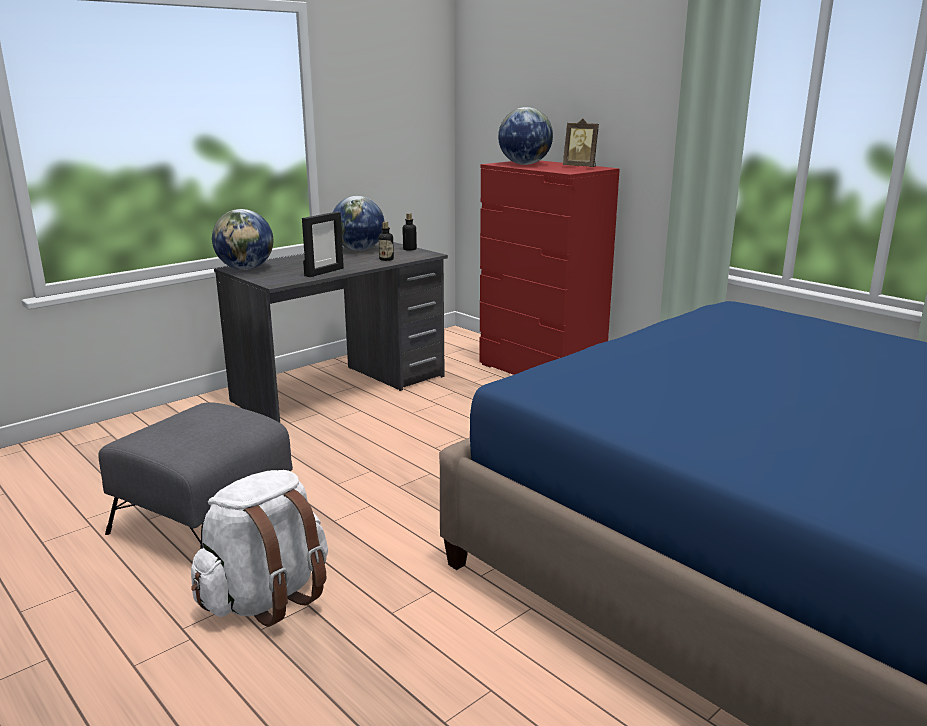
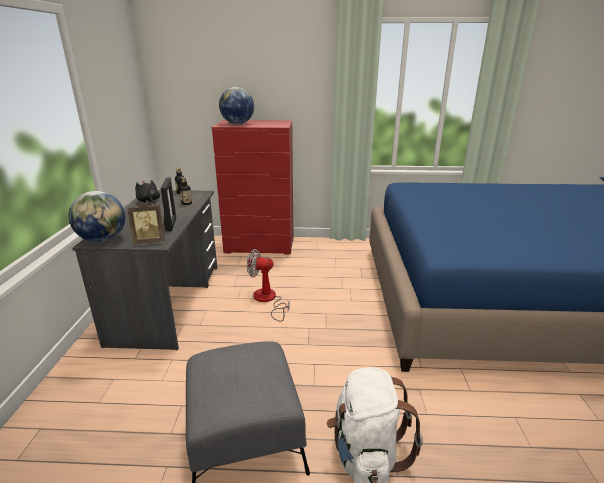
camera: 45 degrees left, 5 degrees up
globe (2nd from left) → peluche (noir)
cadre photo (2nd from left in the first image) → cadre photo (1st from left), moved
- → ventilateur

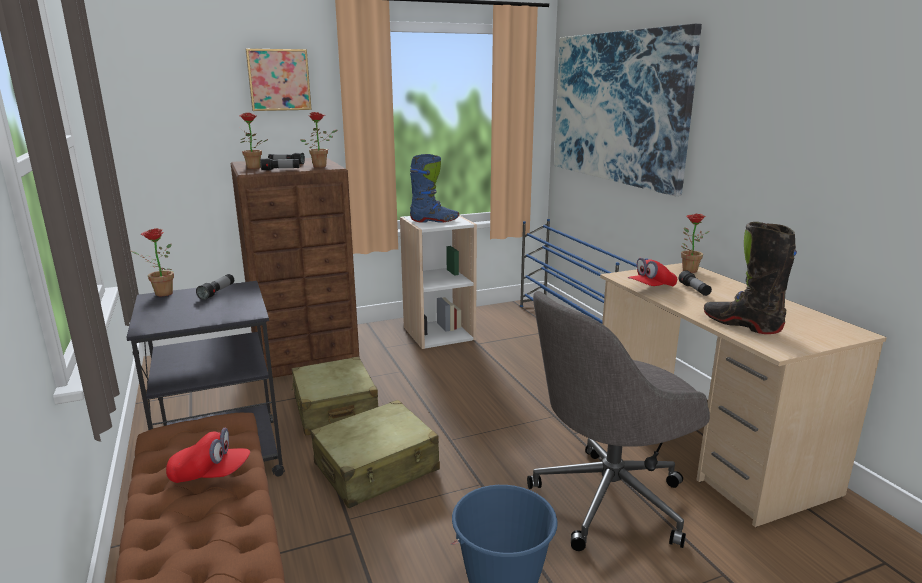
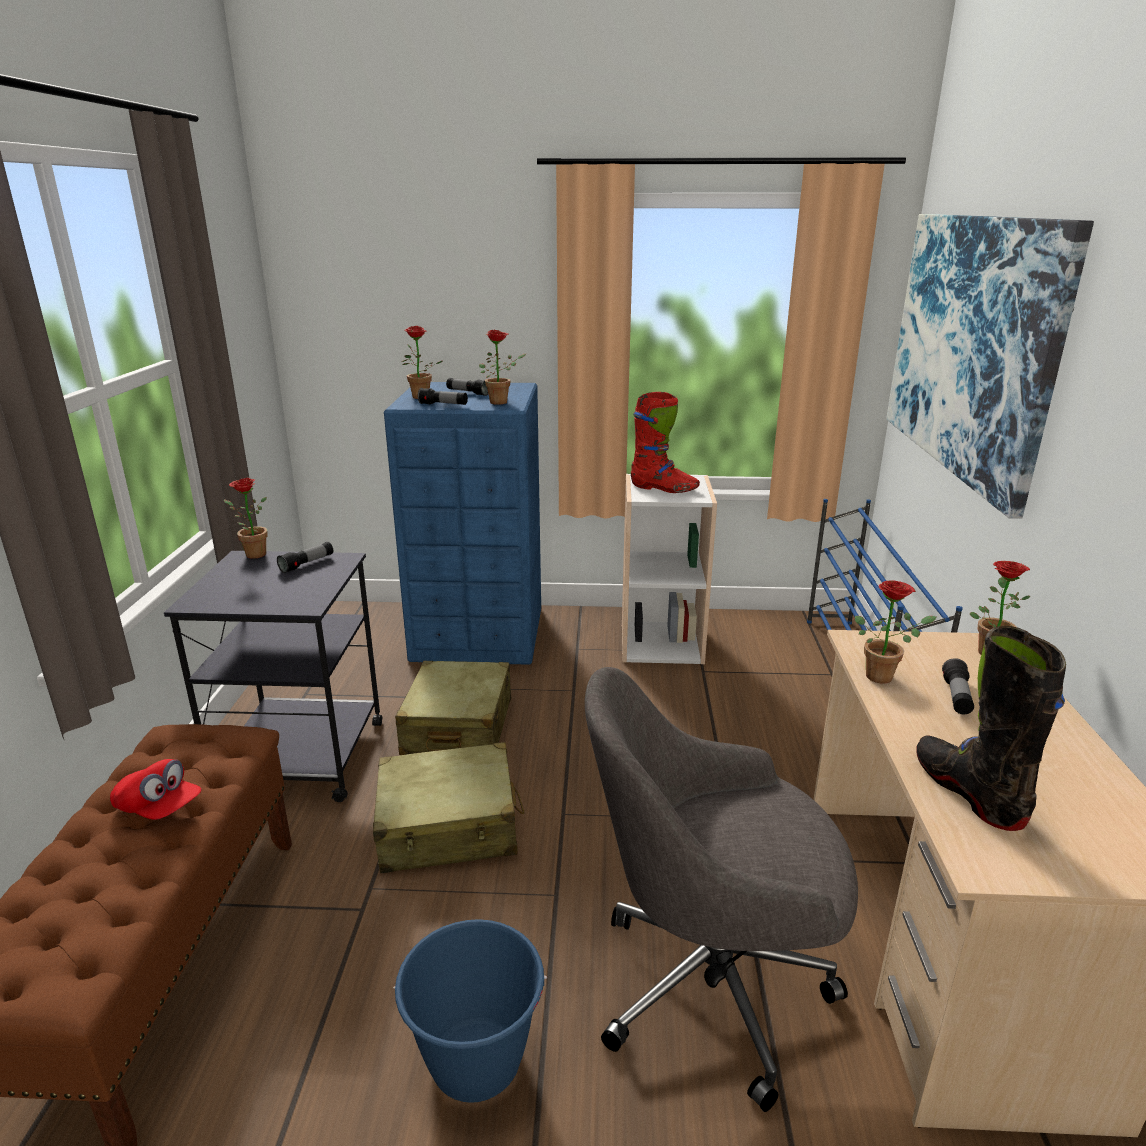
camera: 25 degrees right, 5 degrees up
commode (marron) → commode (bleu)
tableau (1st from left) → -
botte (bleu) → botte (rouge)
casquette (rouge) (2nd from left) → plante en pot (4th from left)

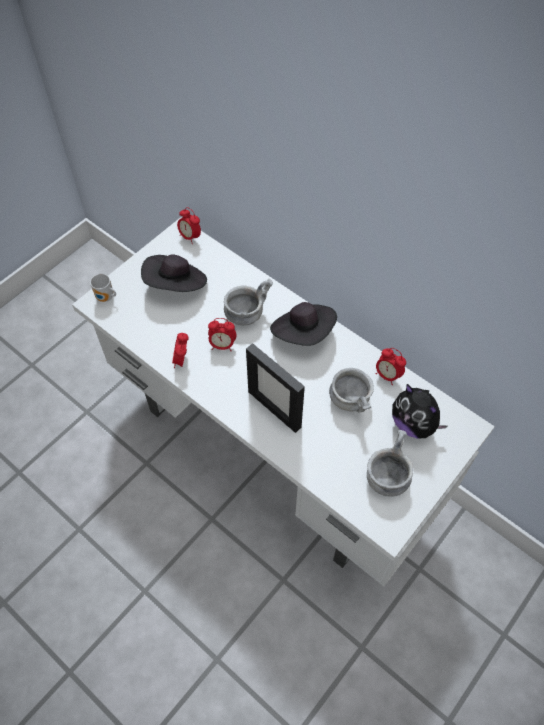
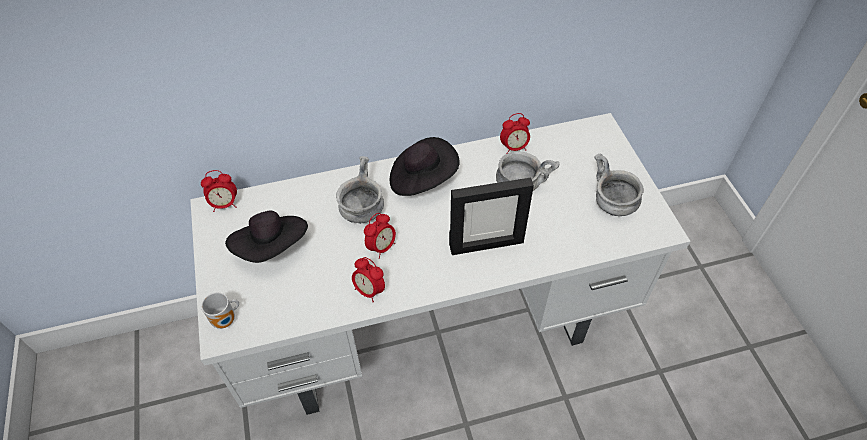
camera: 55 degrees left, 5 degrees down
peluche → -

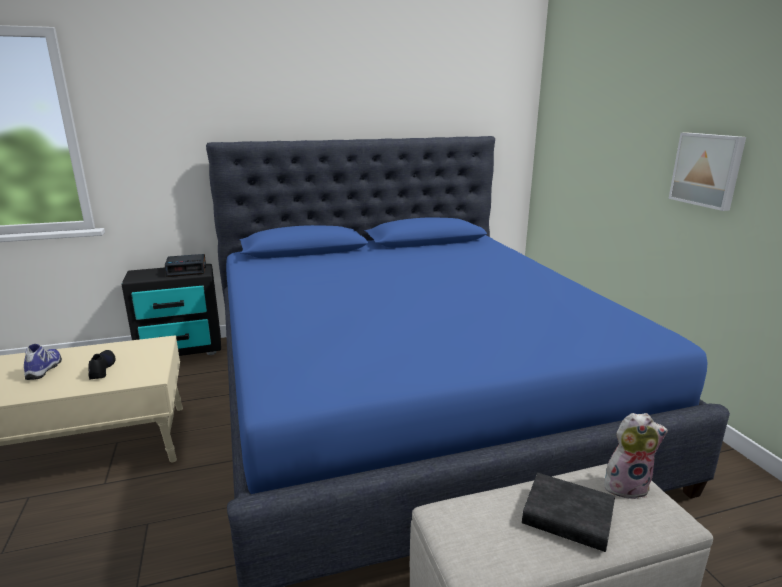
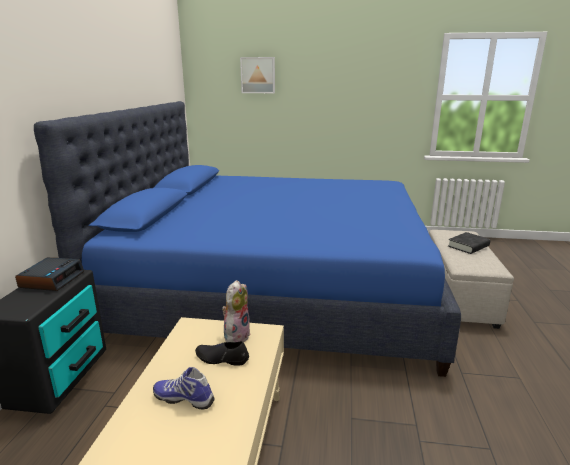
camera: 65 degrees left, 0 degrees up
peluche, moved
tableau, moved

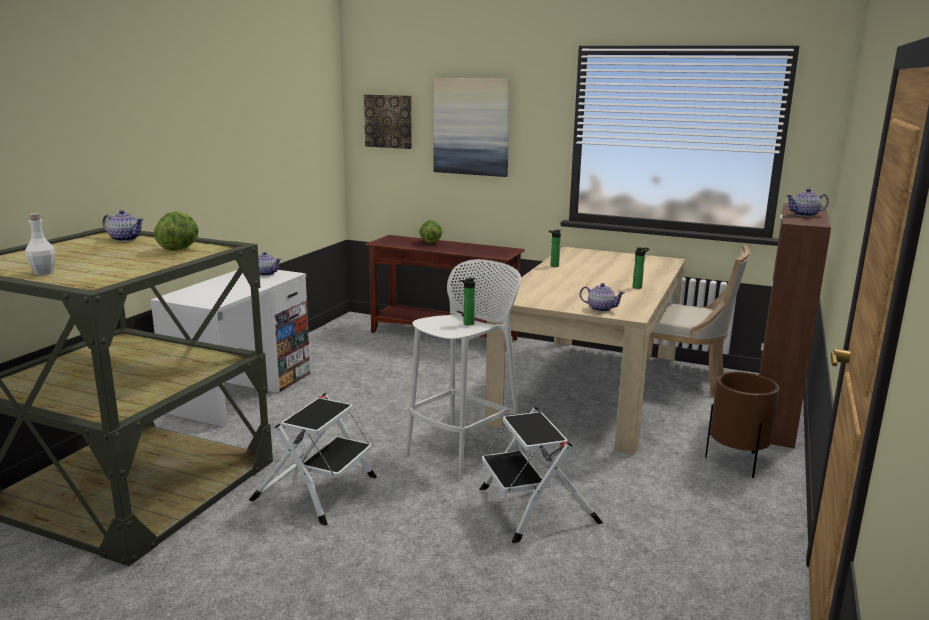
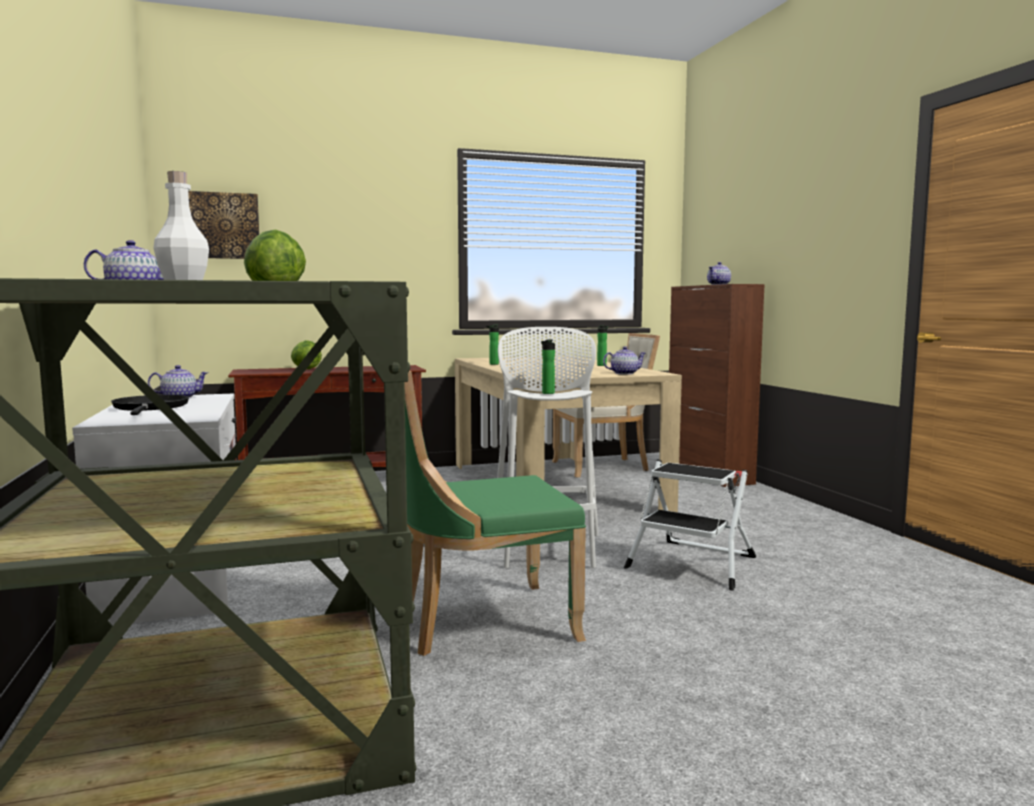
camera: 40 degrees left, 10 degrees down
escabeau (1st from left) → chaise (vert)
tableau (2nd from left) → -
cache-pot (marron) → -
- → poêle (noir)

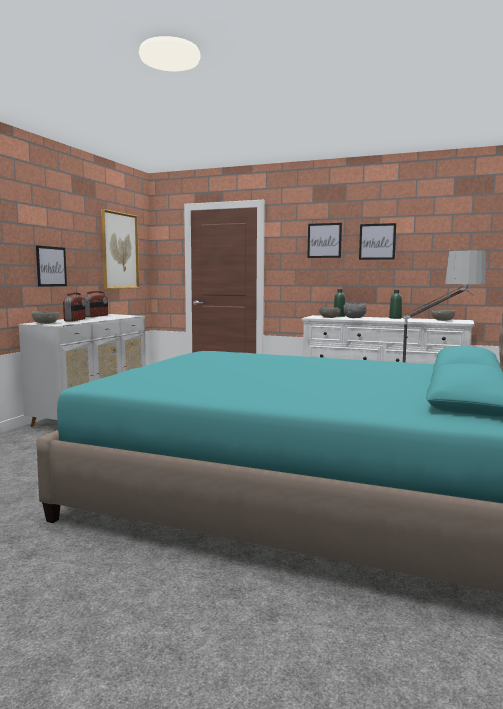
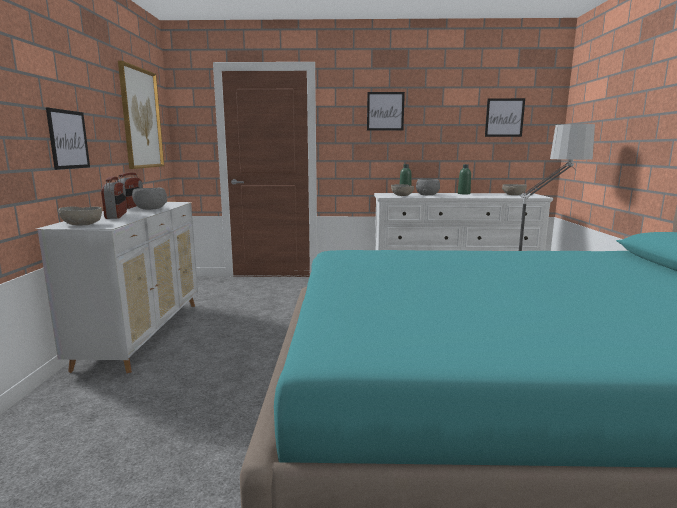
camera: 20 degrees left, 5 degrees up
tableau (4th from left), moved
- → bol (gris) (2nd from left)

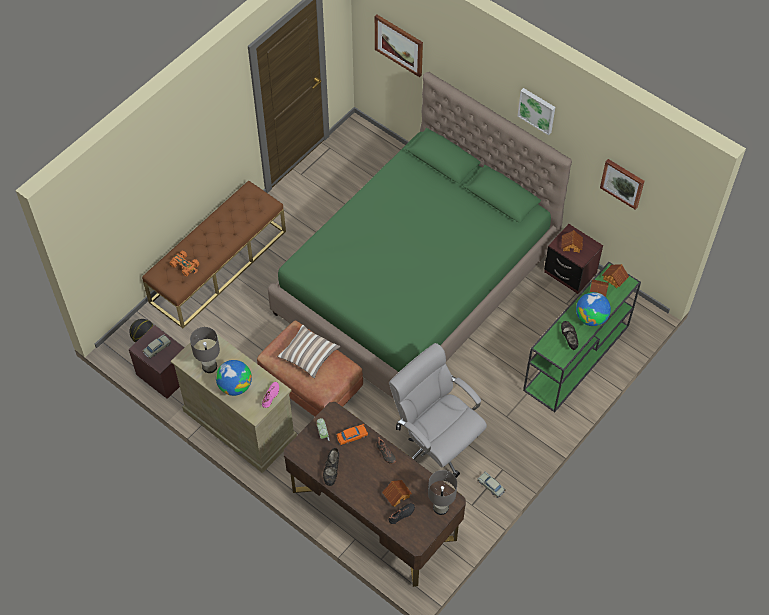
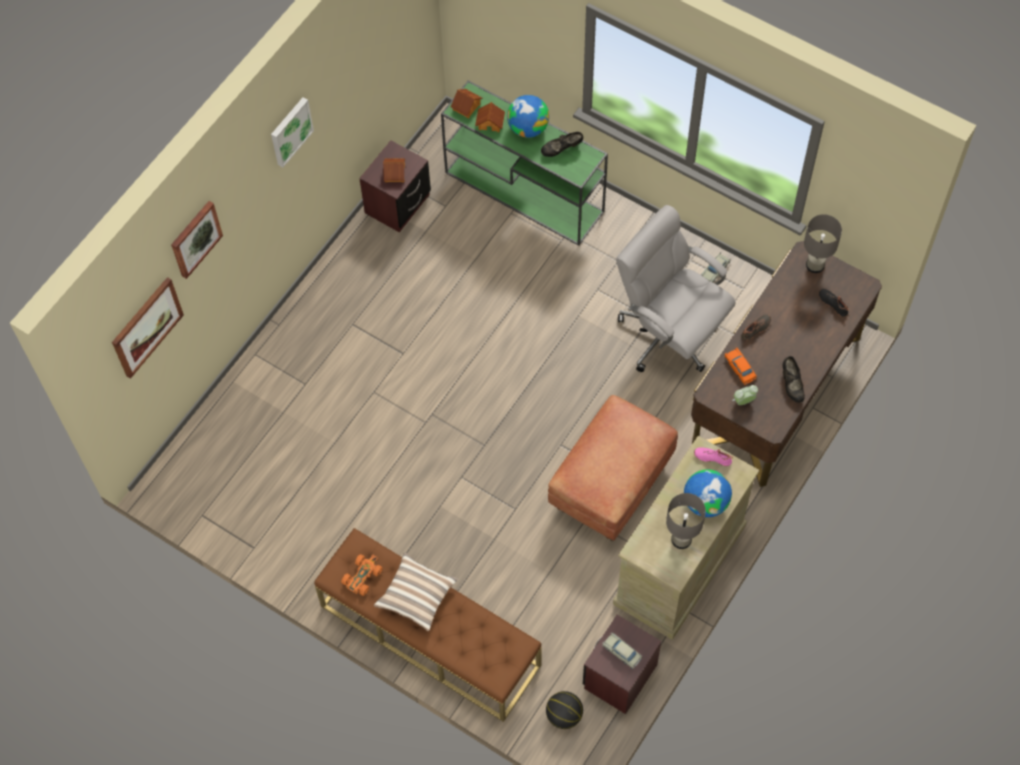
camera: 95 degrees left, 5 degrees up
petite voiture (orange) (1st from left), moved
lit (vert) → -
coussin, moved
chaussure (noir) (1st from left in the first image) → chaussure (noir) (3rd from left), 75 degrees clockwise
maison miniature (1st from left) → -
chaise de bureau (gris), 90 degrees clockwise
tableau (3rd from left in the first image) → tableau (2nd from left), moved

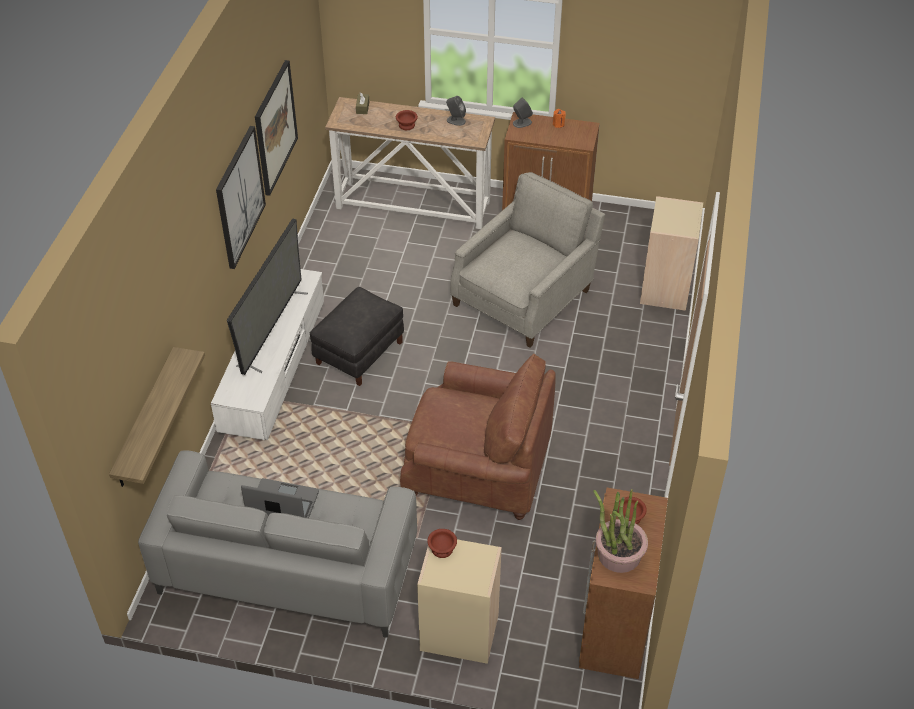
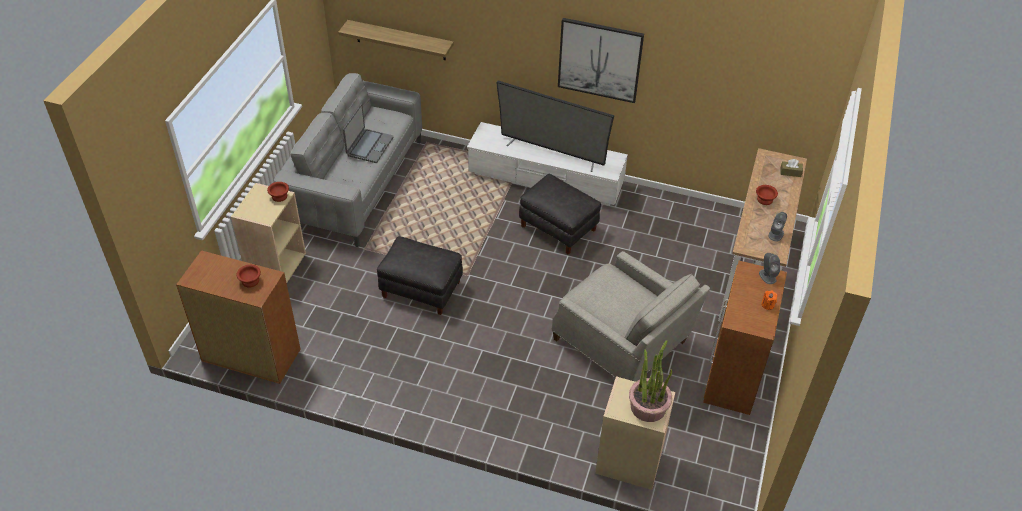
camera: 95 degrees right, 0 degrees up
tableau (2nd from left) → -
fauteuil (marron) → pouf (noir) (1st from left)
plante en pot, moved

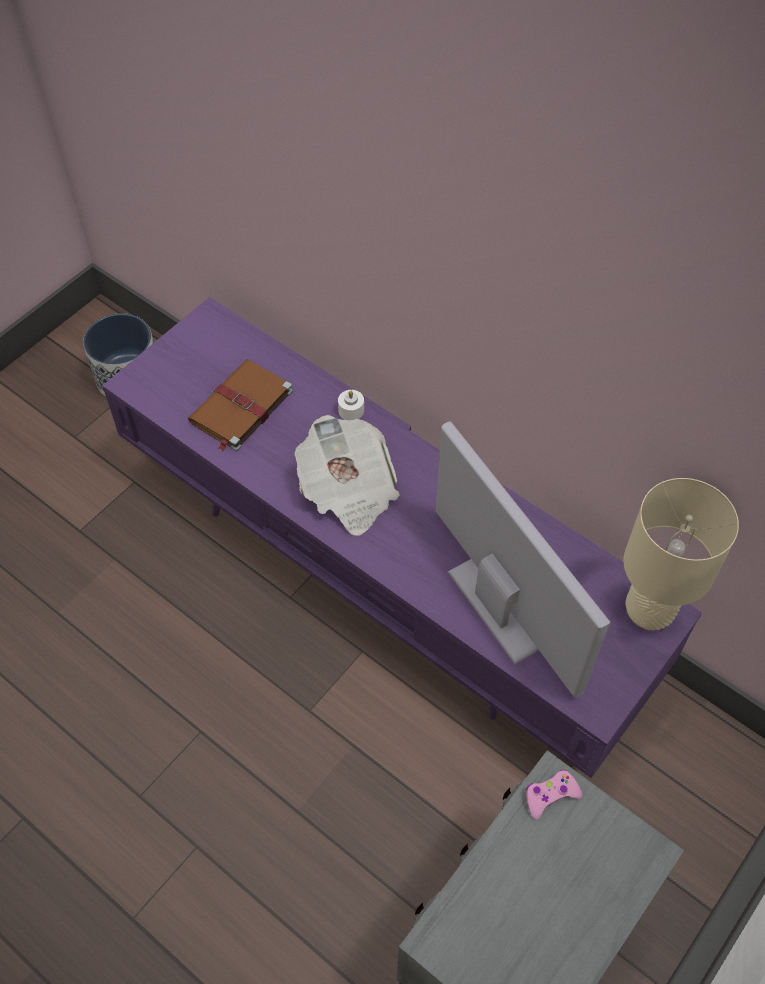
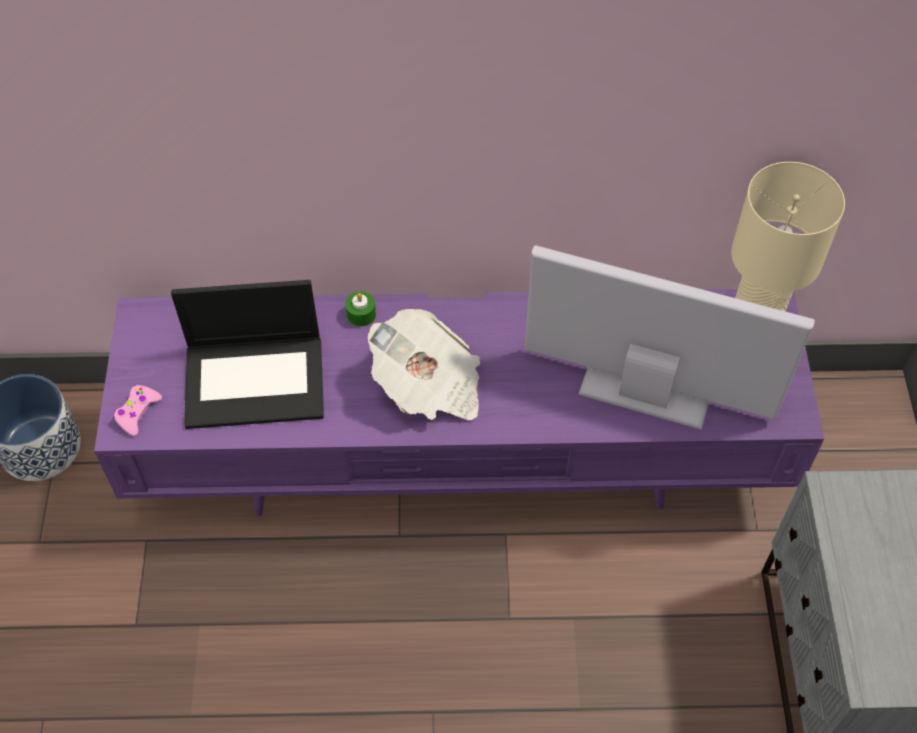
camera: 40 degrees left, 0 degrees up
livre (marron) → ordinateur portable
bougie (blanc) → bougie (vert)
manette (rose), moved

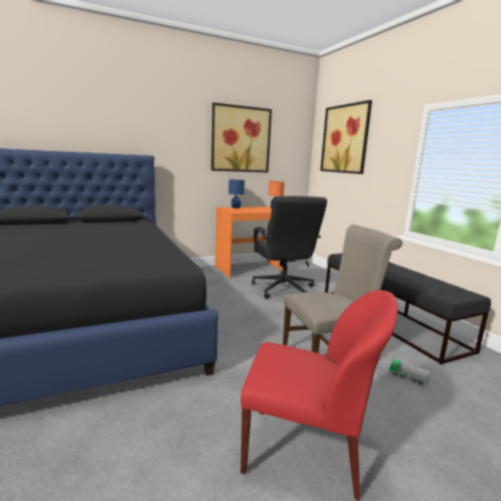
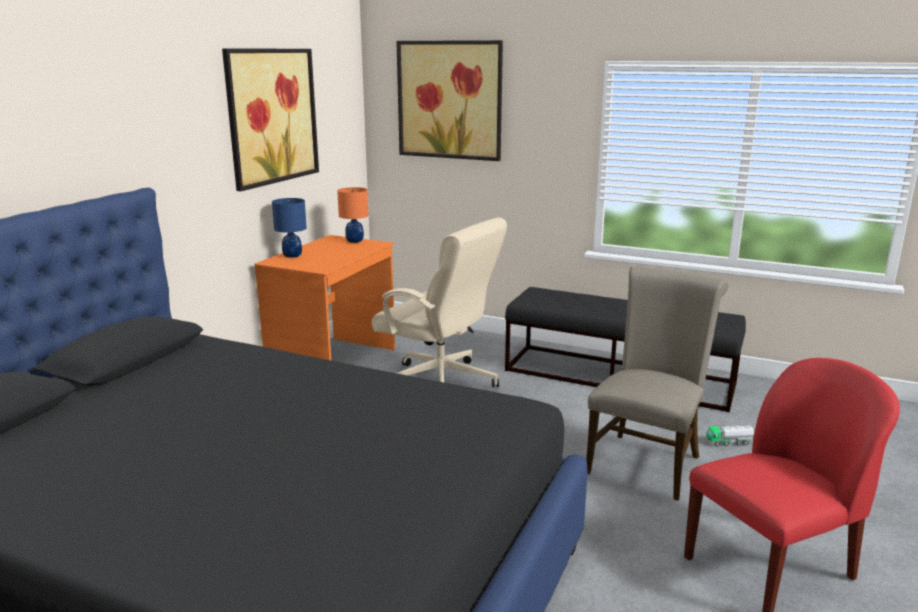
camera: 40 degrees left, 5 degrees up
chaise de bureau (noir) → chaise de bureau (beige)

